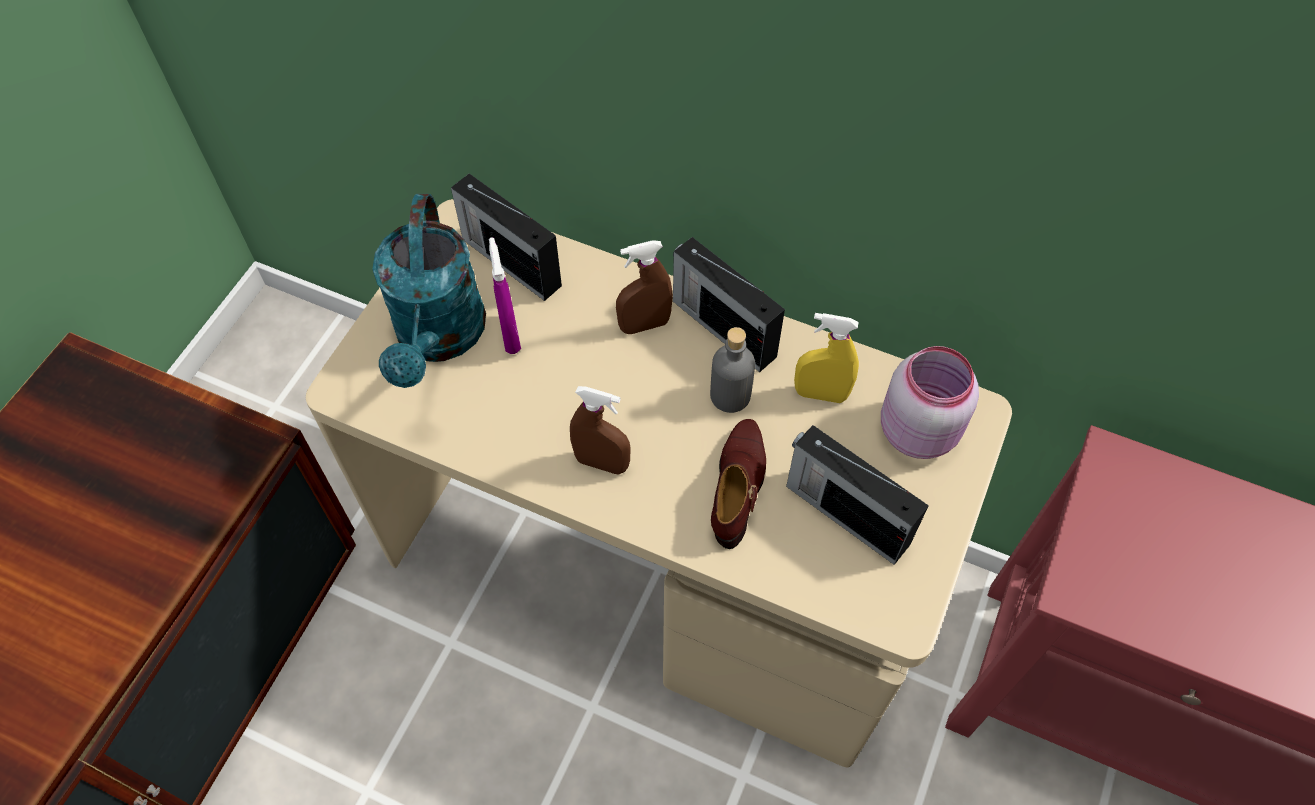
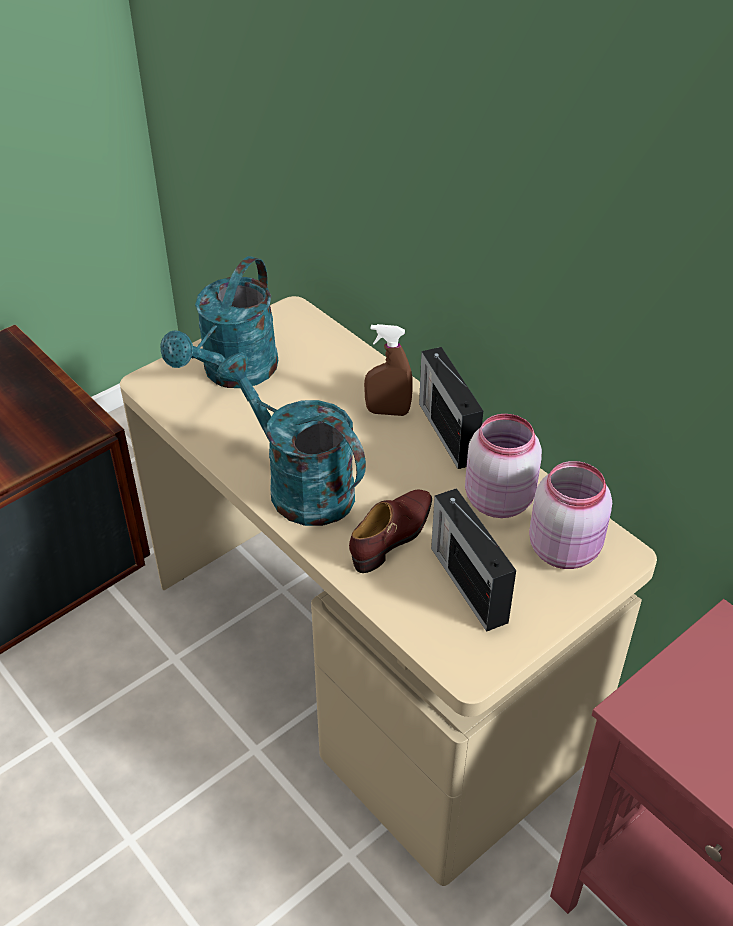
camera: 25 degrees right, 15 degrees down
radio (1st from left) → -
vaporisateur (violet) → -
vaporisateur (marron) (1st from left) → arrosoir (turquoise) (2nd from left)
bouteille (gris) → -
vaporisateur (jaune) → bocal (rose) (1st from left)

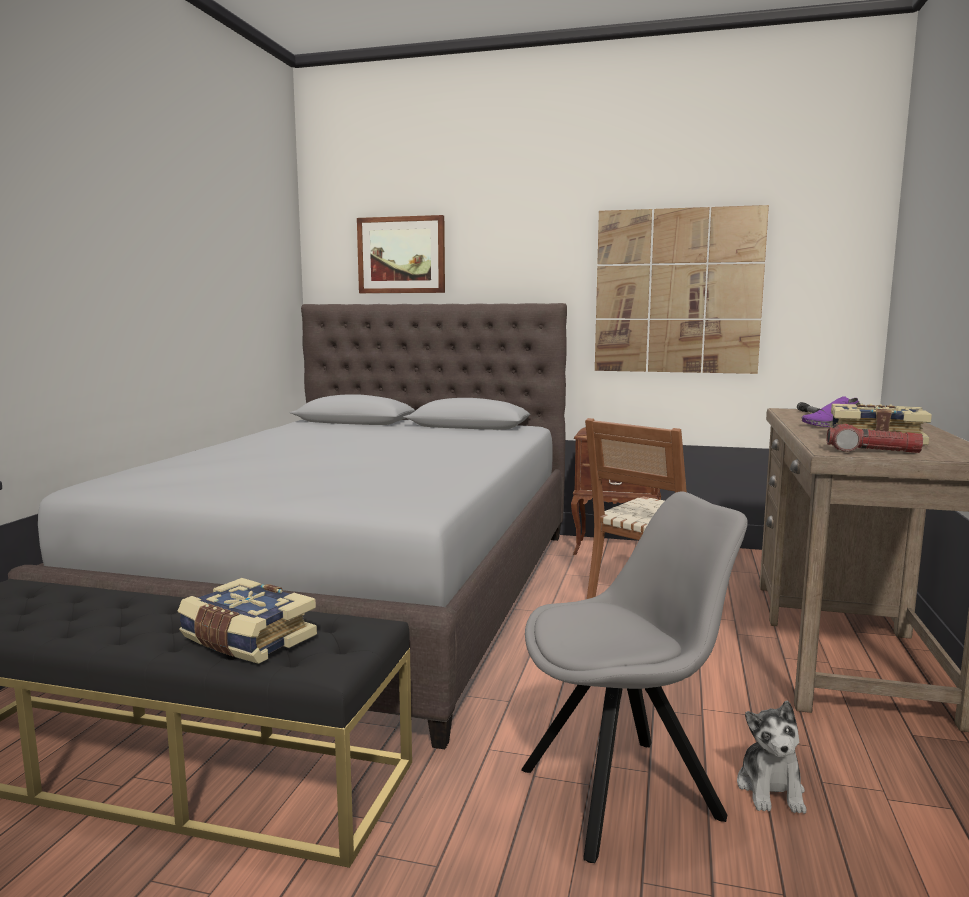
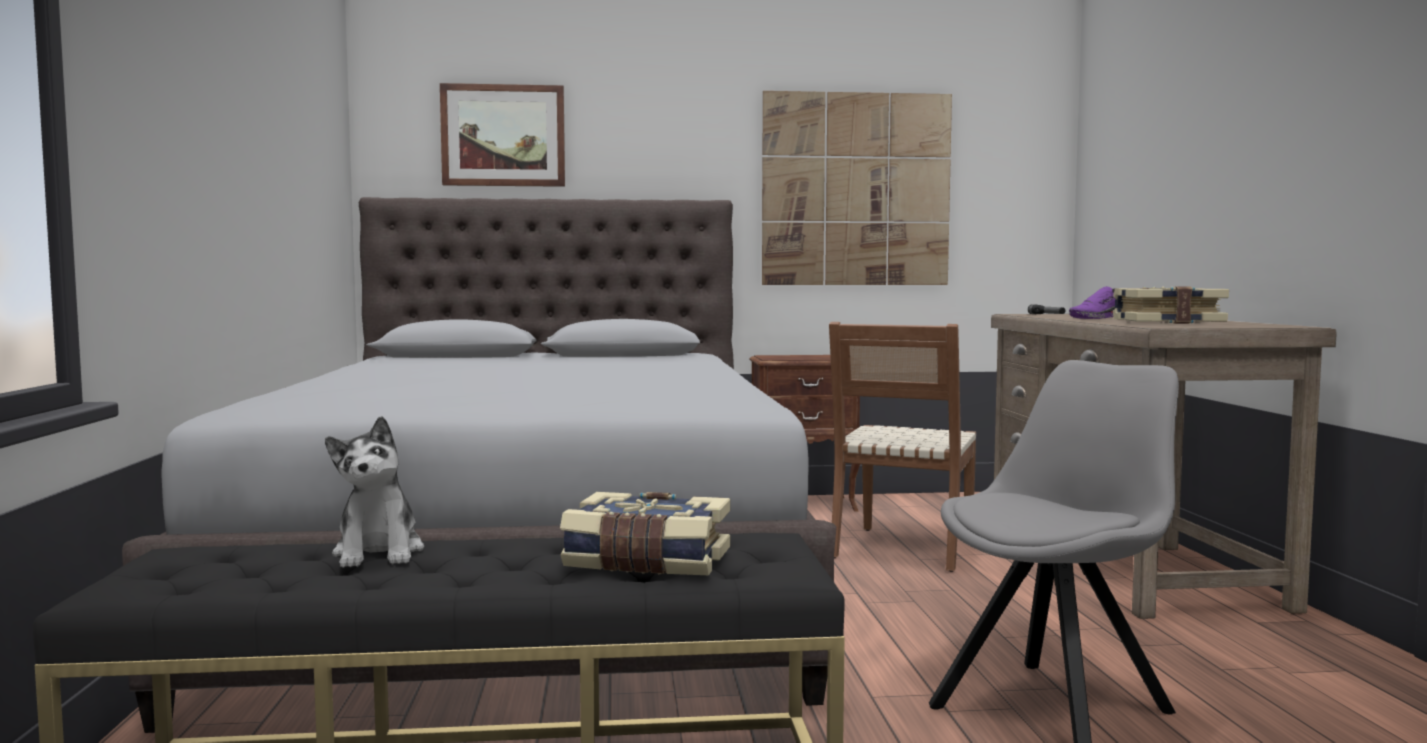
camera: 20 degrees left, 5 degrees down
peluche, moved
lampe de poche (2nd from left) → -

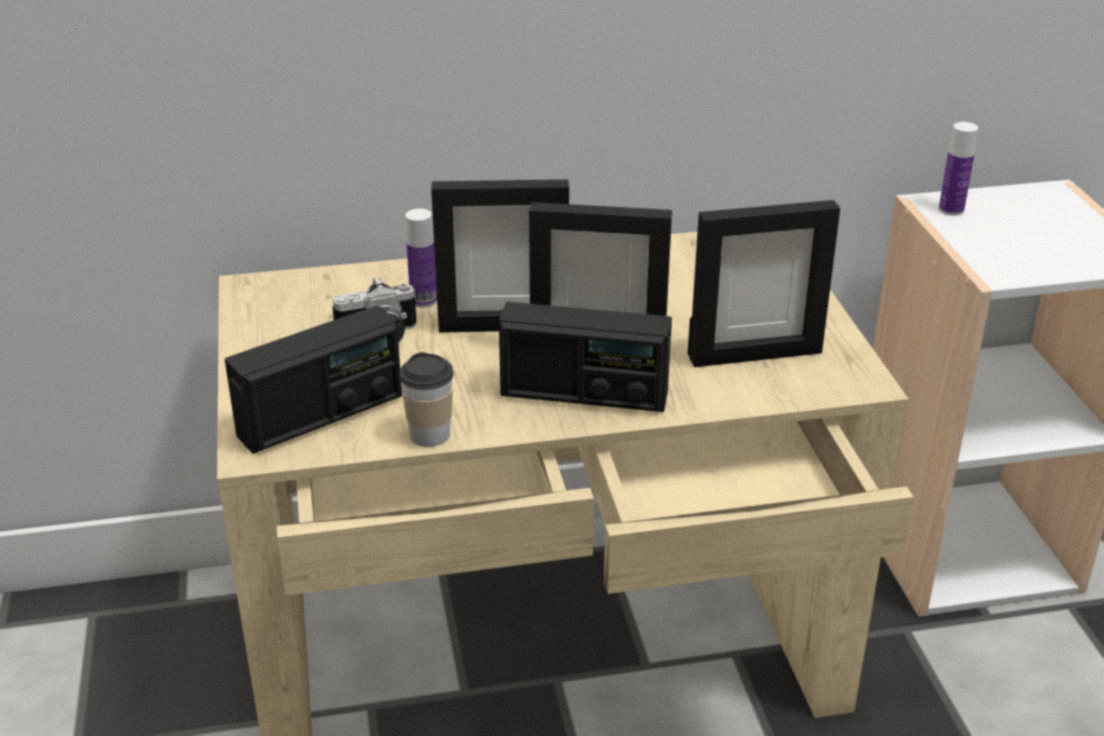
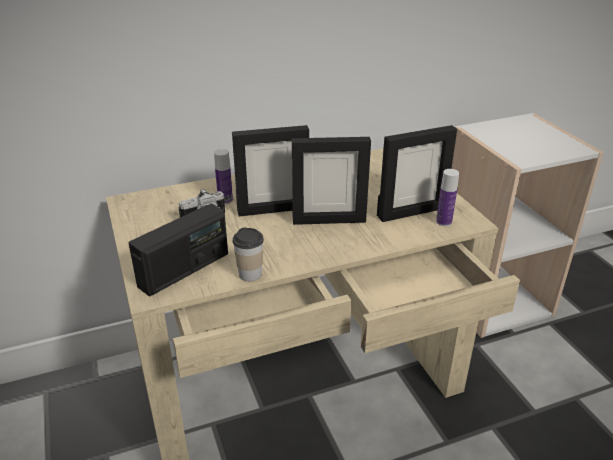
camera: 10 degrees left, 0 degrees up
radio (2nd from left) → -
bouteille (2nd from left), moved

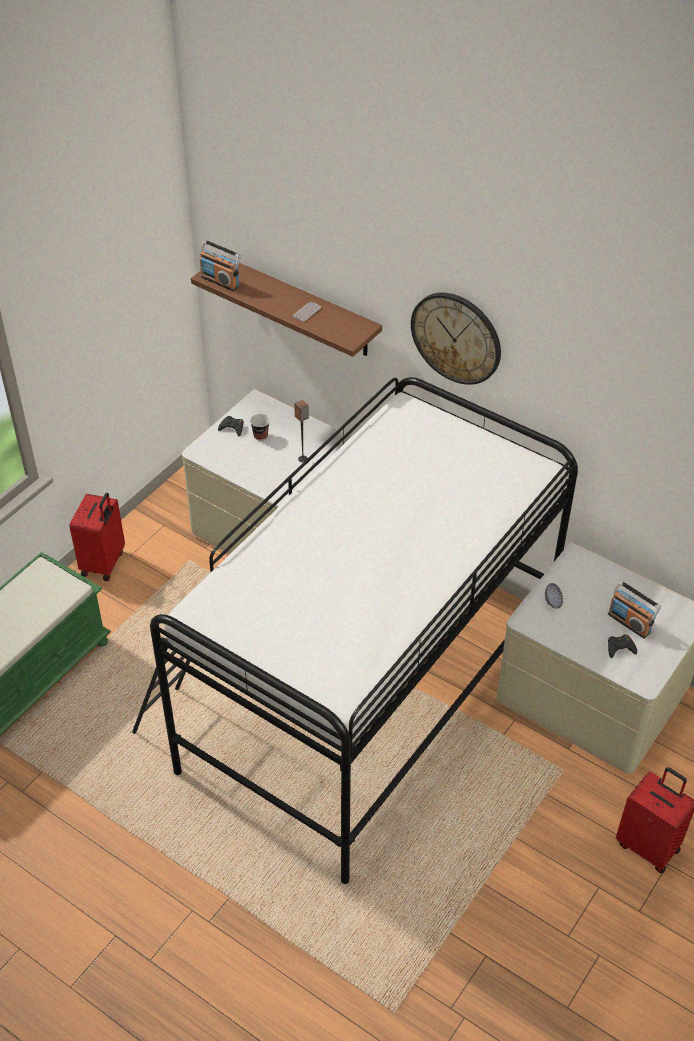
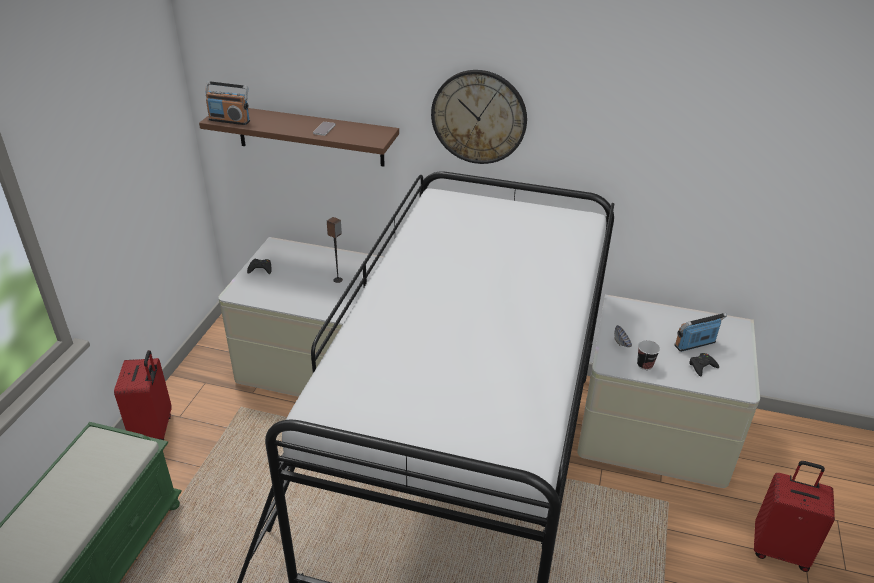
camera: 20 degrees left, 10 degrees down
tasse, moved
radio (2nd from left), 135 degrees clockwise

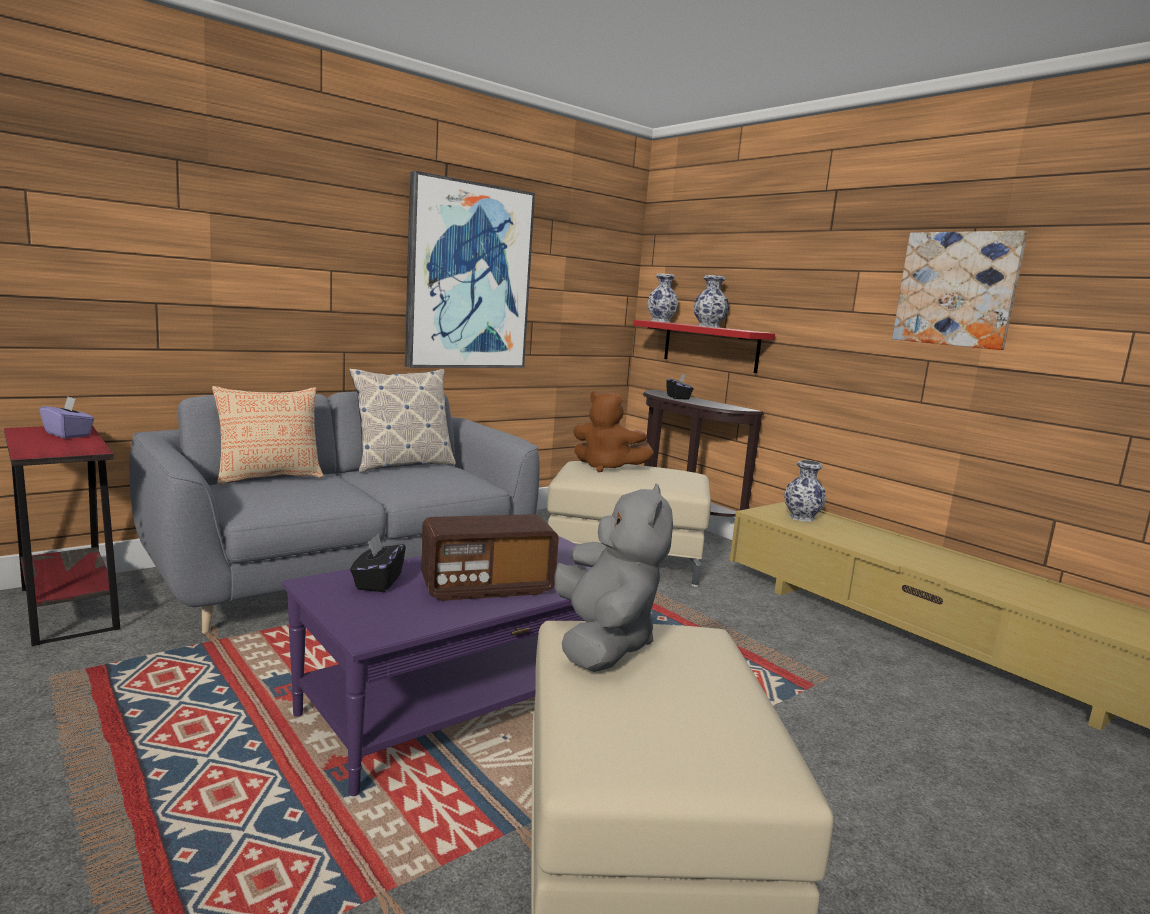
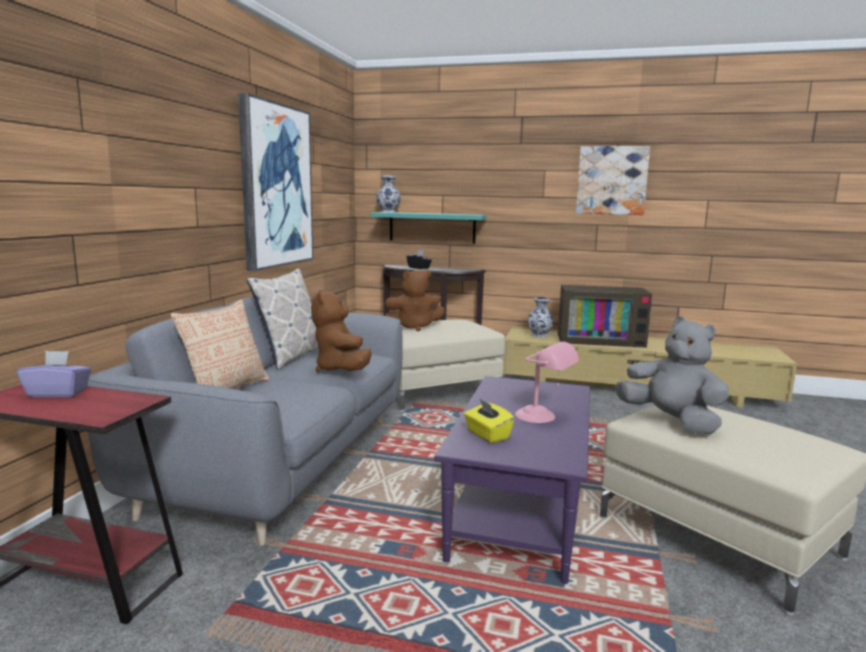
camera: 35 degrees left, 0 degrees up
boîte à mouchoirs (noir) (1st from left) → boîte à mouchoirs (jaune)
radio → lampe de table (rose)
étagère (rouge) → étagère (turquoise)
vase (2nd from left) → -
- → peluche (marron) (1st from left)
- → téléviseur

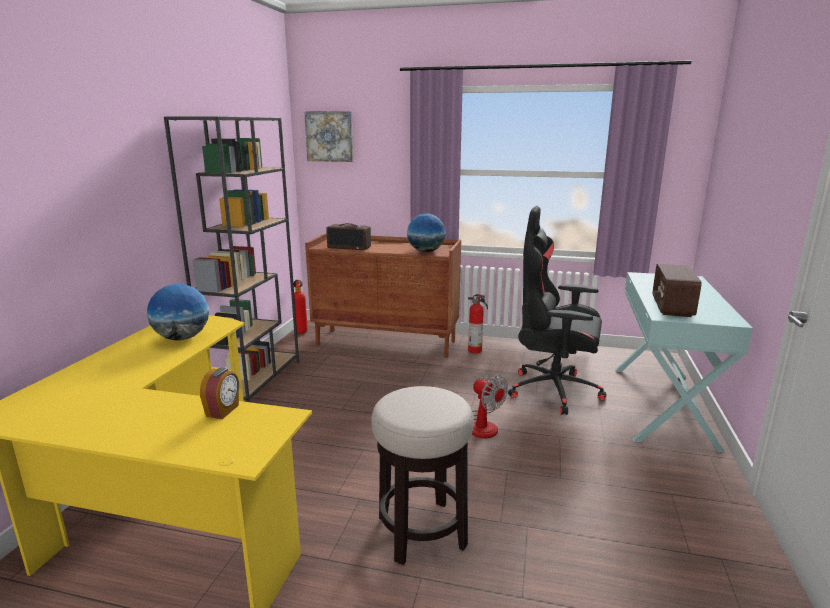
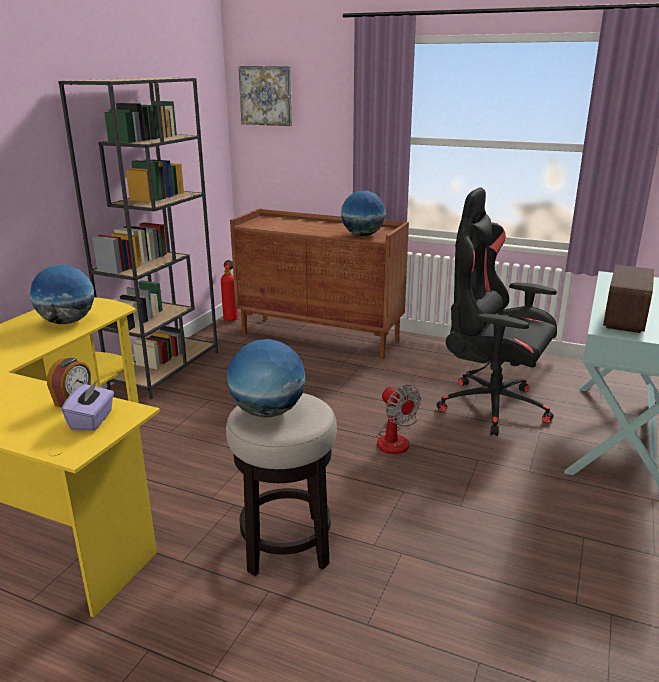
camera: 10 degrees right, 5 degrees up
radio (1st from left) → -
extincteur (2nd from left) → -
- → boîte à mouchoirs (violet)
- → globe (2nd from left)

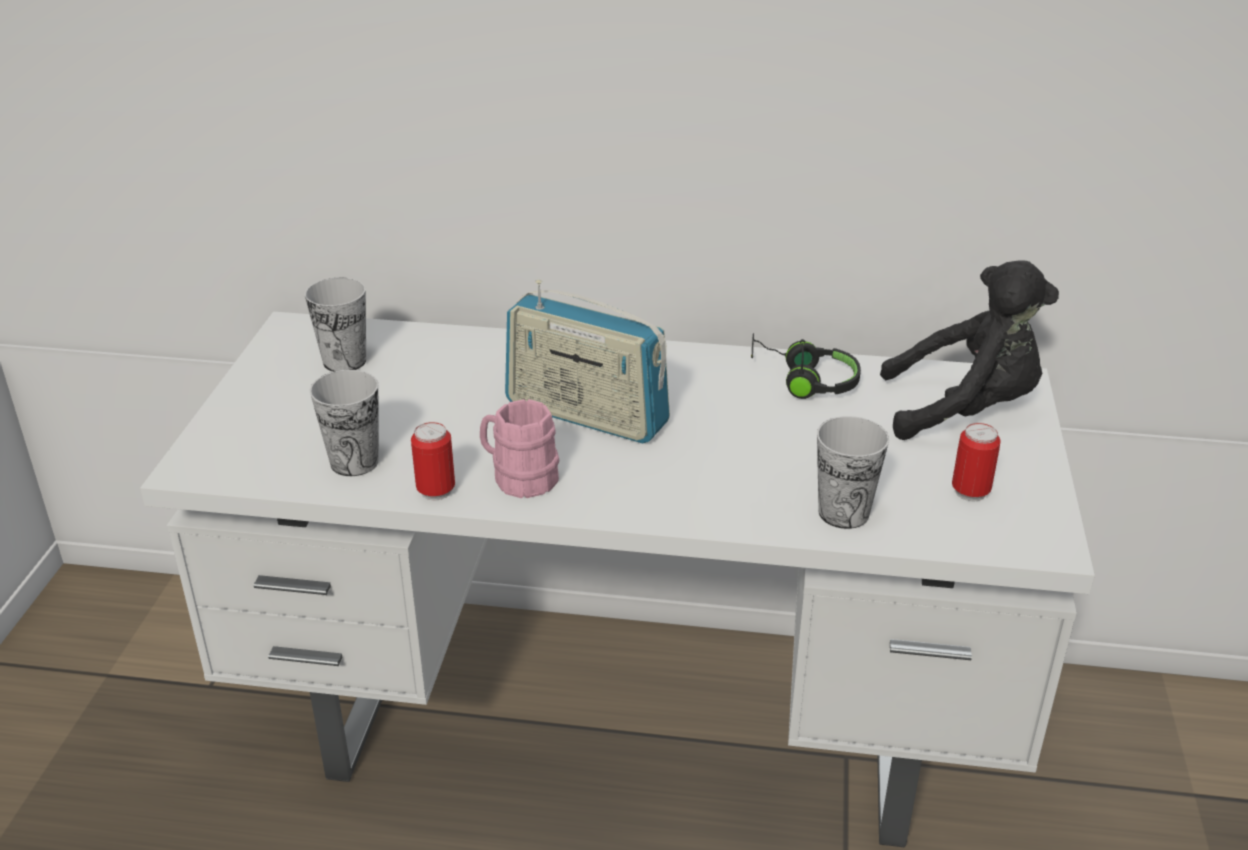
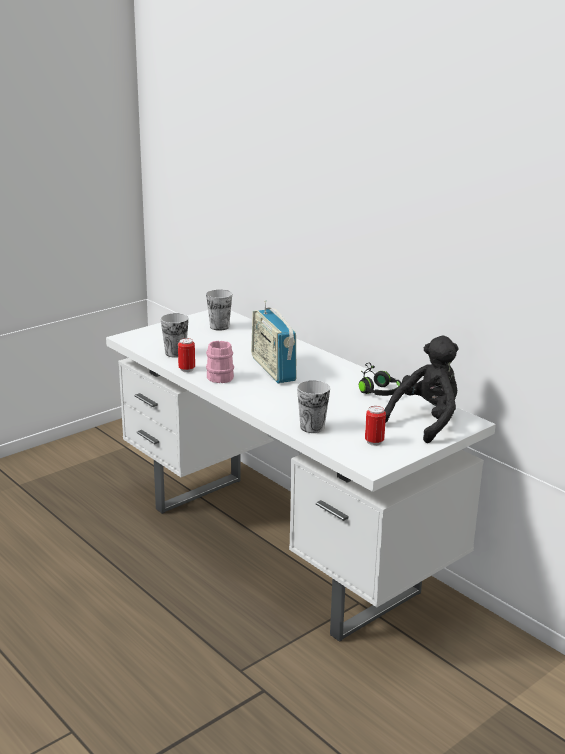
camera: 40 degrees right, 10 degrees down
peluche (noir), 90 degrees counterclockwise

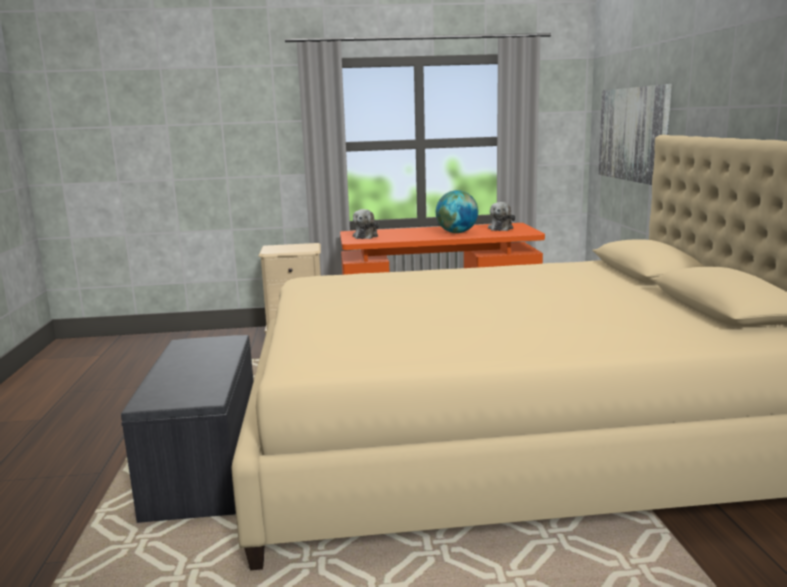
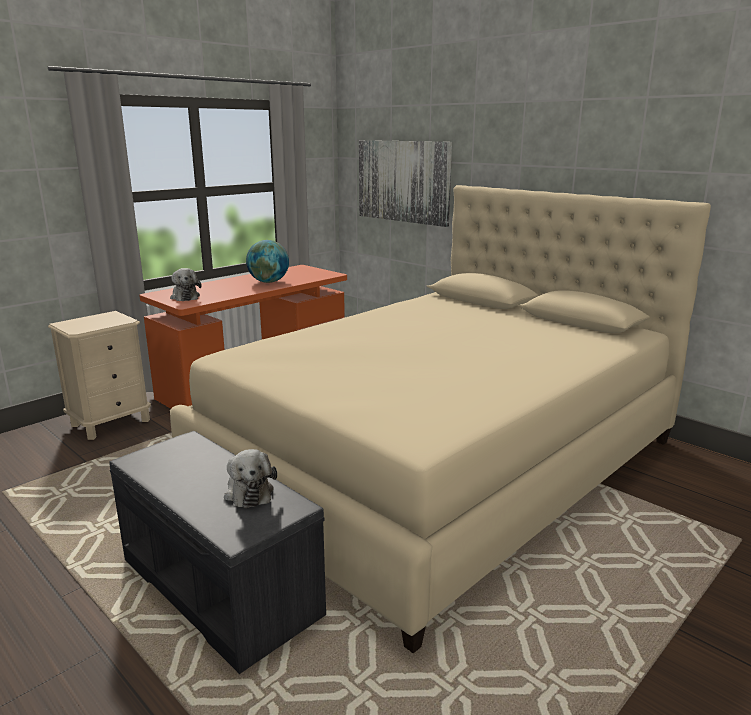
camera: 40 degrees left, 5 degrees up
peluche (2nd from left), moved

